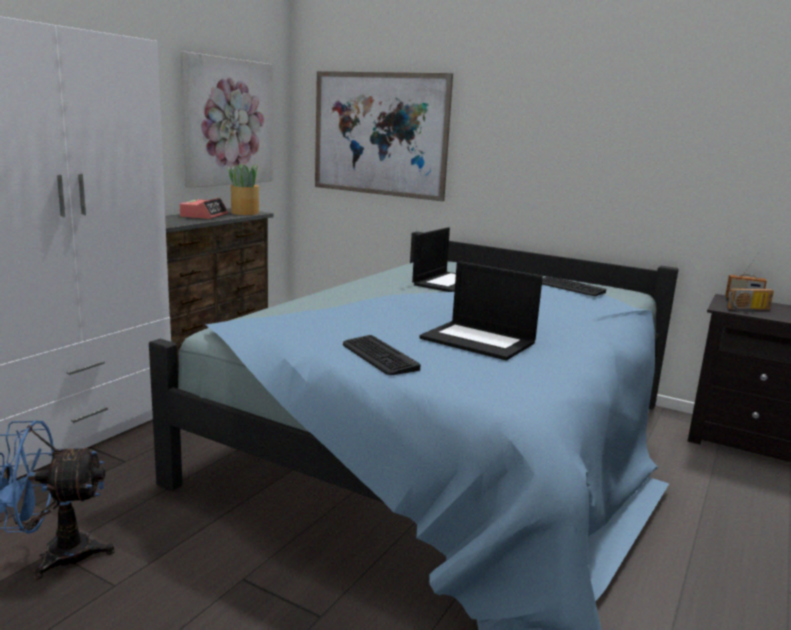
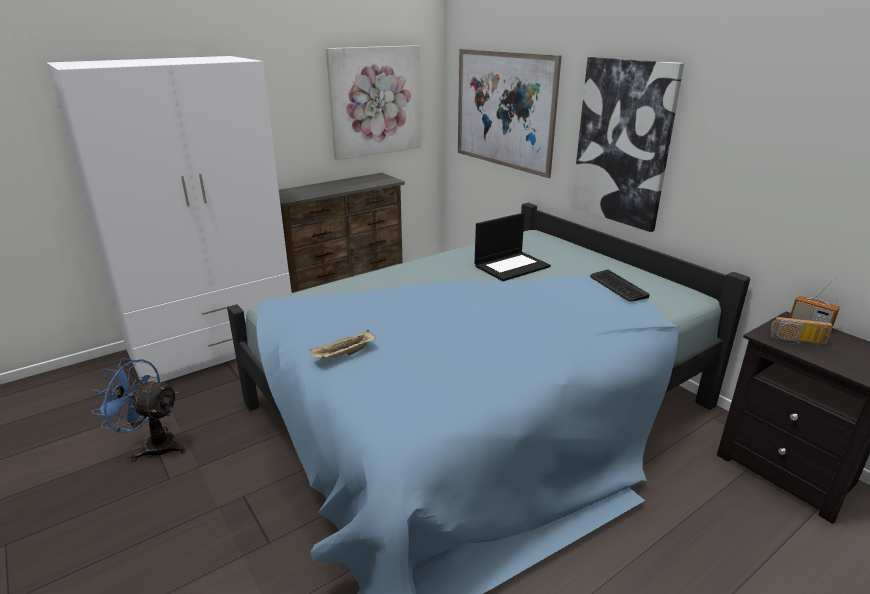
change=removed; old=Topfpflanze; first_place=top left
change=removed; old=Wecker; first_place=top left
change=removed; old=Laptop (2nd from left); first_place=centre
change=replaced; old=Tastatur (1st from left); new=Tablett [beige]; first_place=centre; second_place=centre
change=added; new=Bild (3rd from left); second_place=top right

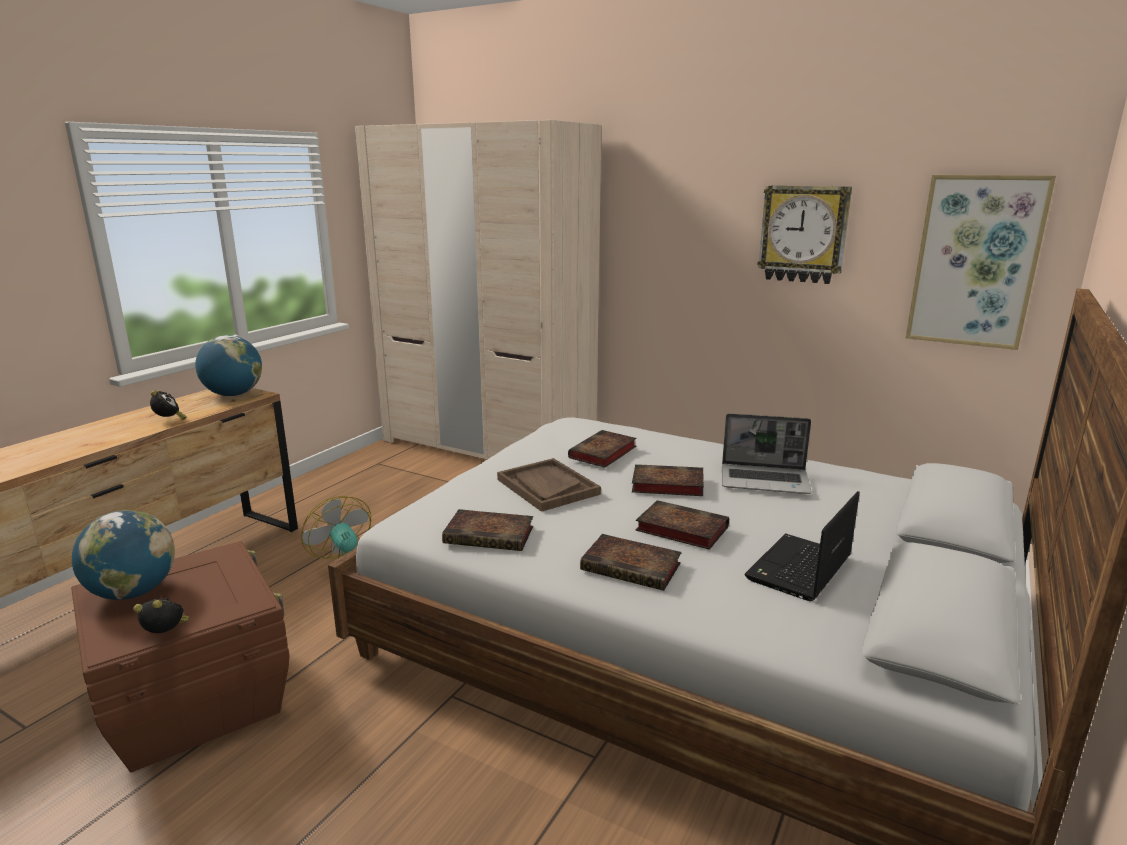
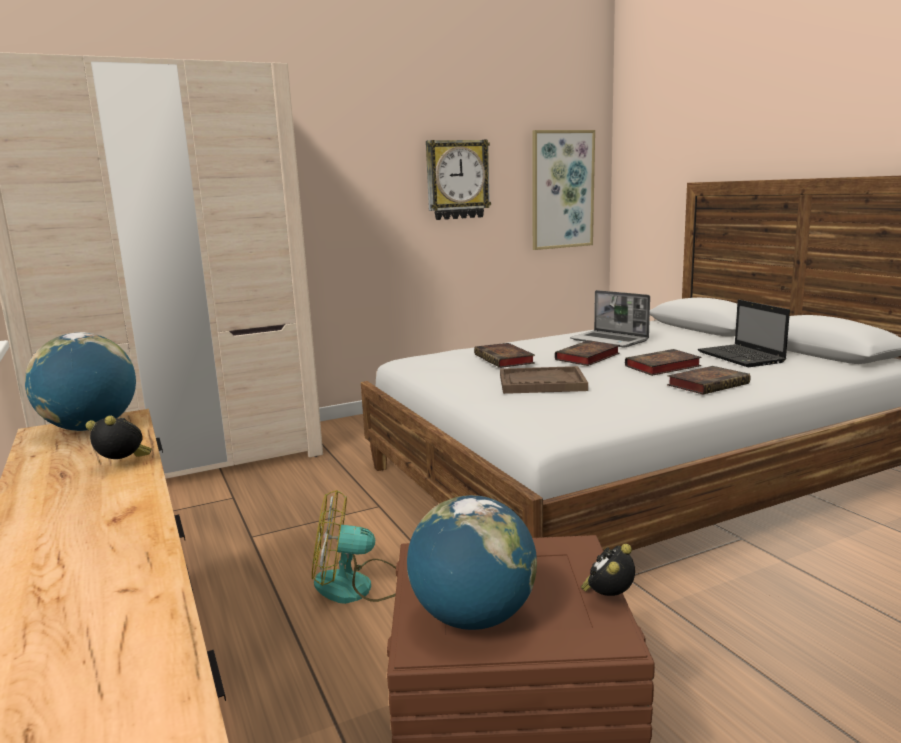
change=turned; old=Laptop (1st from left); first_place=middle right; second_place=middle right; degrees=90
change=removed; old=Buch (1st from left); first_place=centre

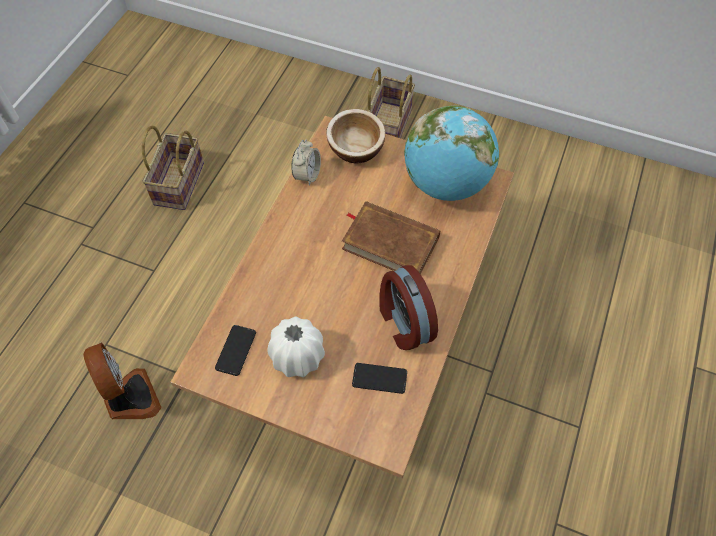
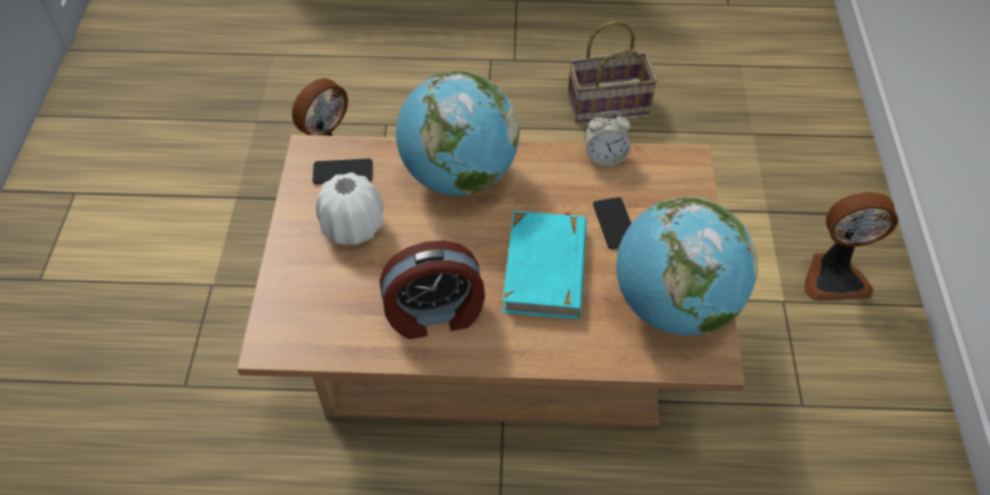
change=replaced; old=Korb (2nd from left); new=Ventilator (2nd from left); first_place=top centre; second_place=middle right
change=removed; old=Schüssel; first_place=top centre
change=recoloured; old=Buch [braun]; new=Buch [türkis]; first_place=centre; second_place=centre
change=turned; old=Wecker (2nd from left in the first image); first_place=centre; second_place=centre; degrees=-150
change=moved; old=Handy (2nd from left); first_place=bottom centre; second_place=centre
change=added; new=Globus (1st from left); second_place=top centre

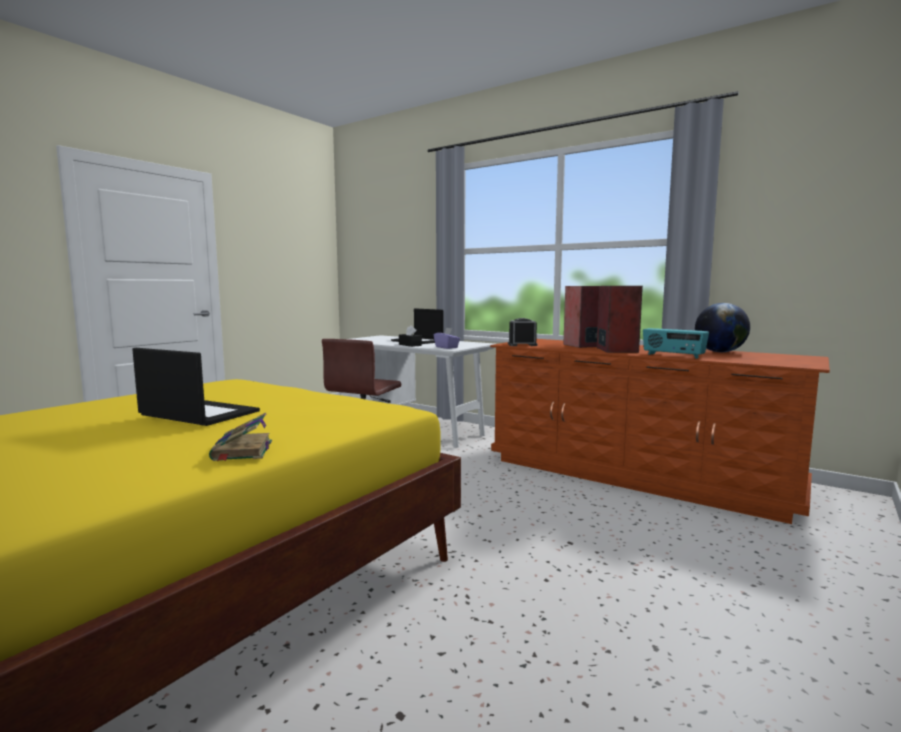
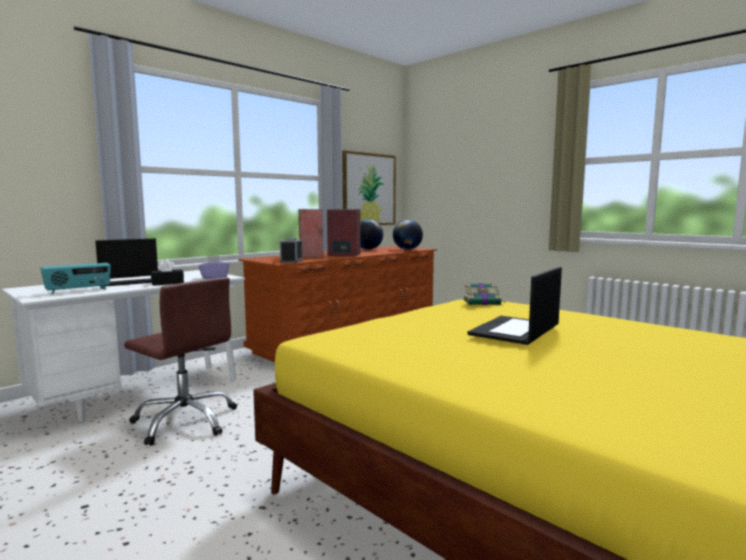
change=moved; old=Radio; first_place=middle right; second_place=middle left
change=moved; old=Buch; first_place=middle left; second_place=centre
change=added; new=Bild; second_place=centre
change=added; new=Globus (2nd from left); second_place=centre

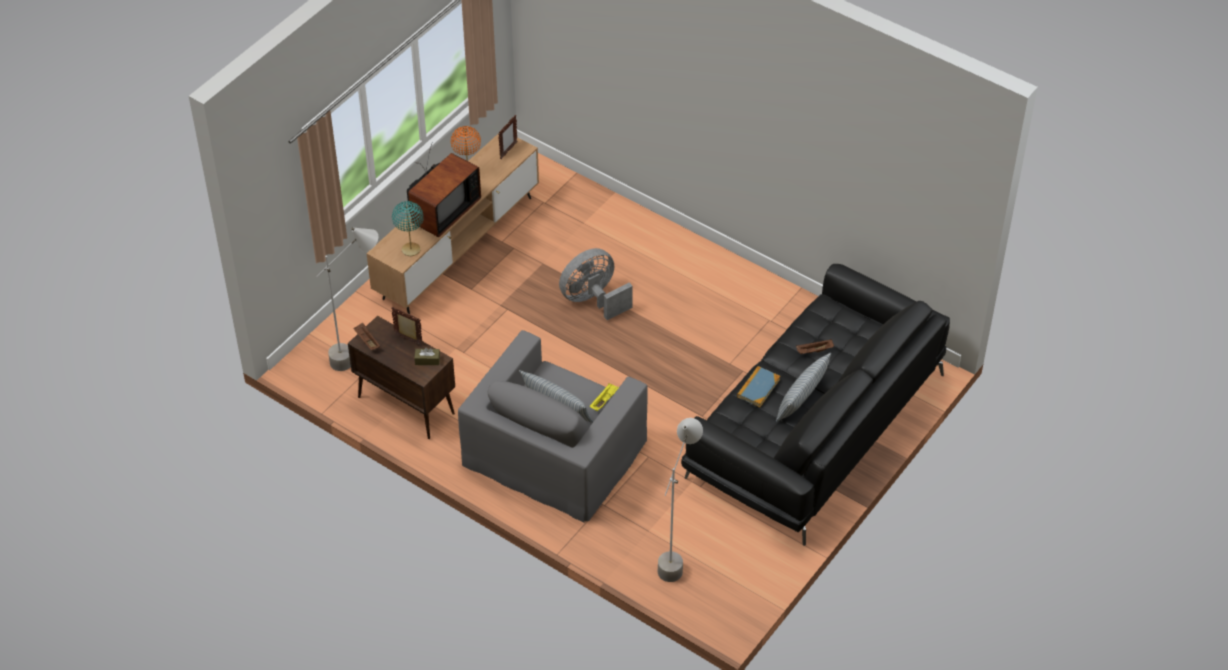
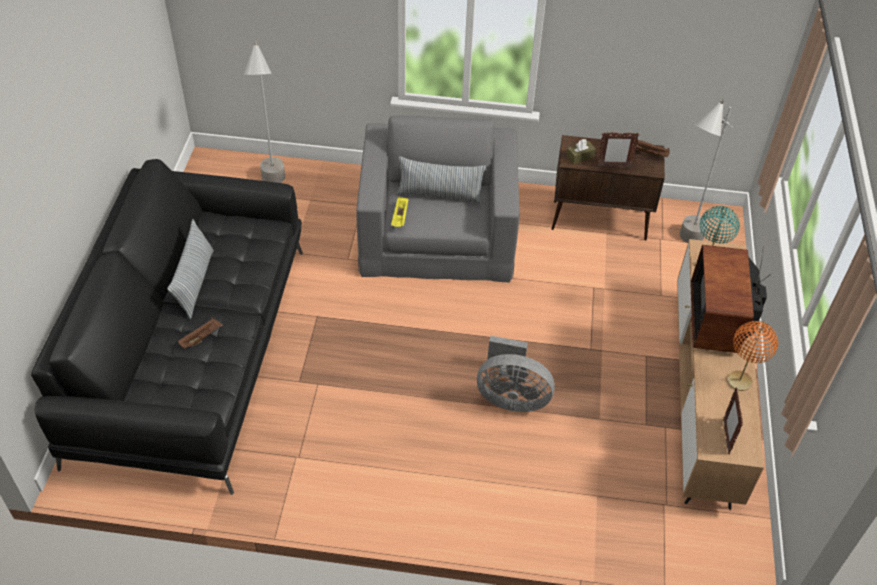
change=turned; old=Ventilator [grau]; first_place=centre; second_place=centre; degrees=75
change=removed; old=Buch; first_place=centre

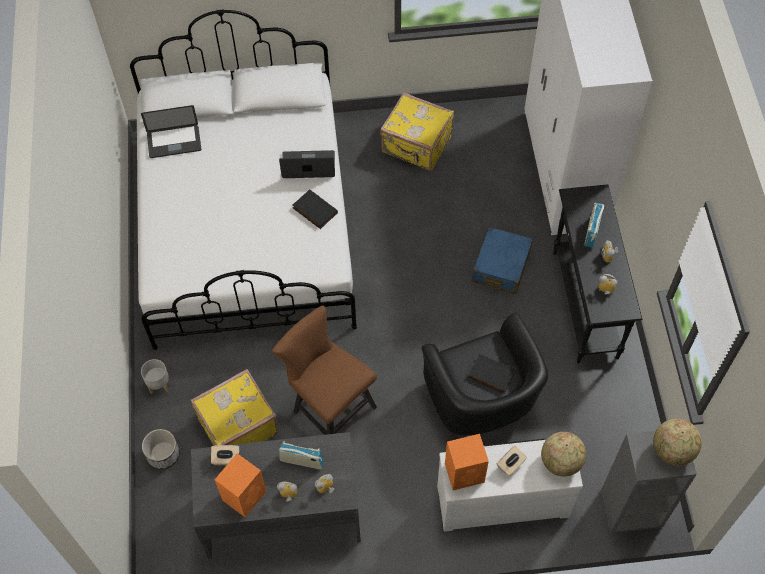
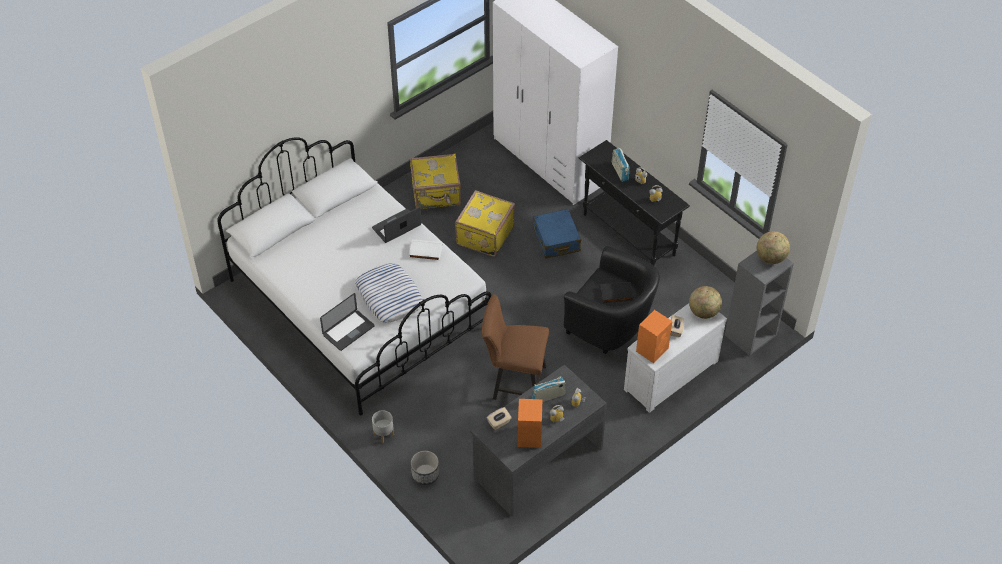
change=moved; old=Laptop (1st from left); first_place=top left; second_place=centre
change=recoloured; old=Buch [schwarz] (1st from left); new=Buch [weiß]; first_place=centre; second_place=centre
change=moved; old=Koffer [gelb] (1st from left in the first image); new=Koffer [gelb] (2nd from left); first_place=bottom left; second_place=centre
change=added; new=Kissen; second_place=centre

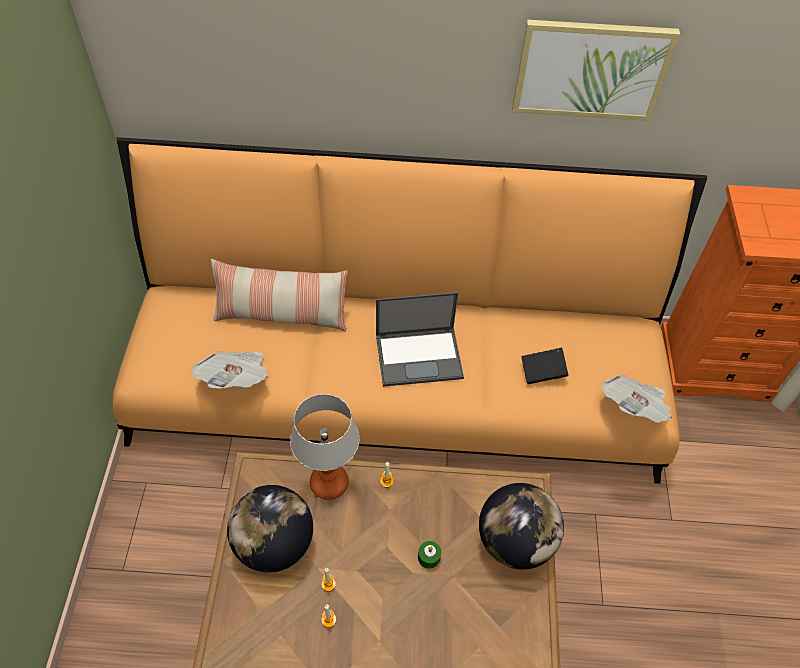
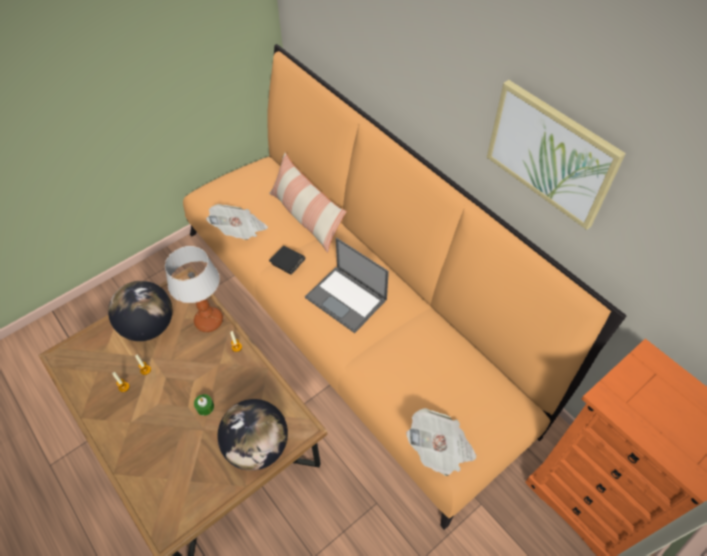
change=moved; old=Buch [schwarz]; first_place=middle right; second_place=centre

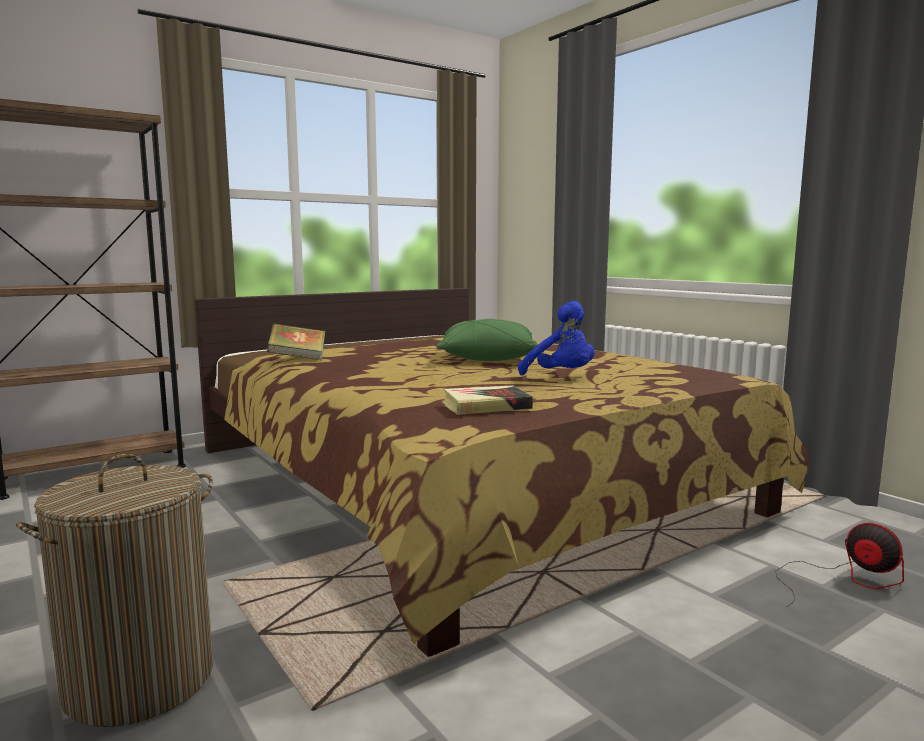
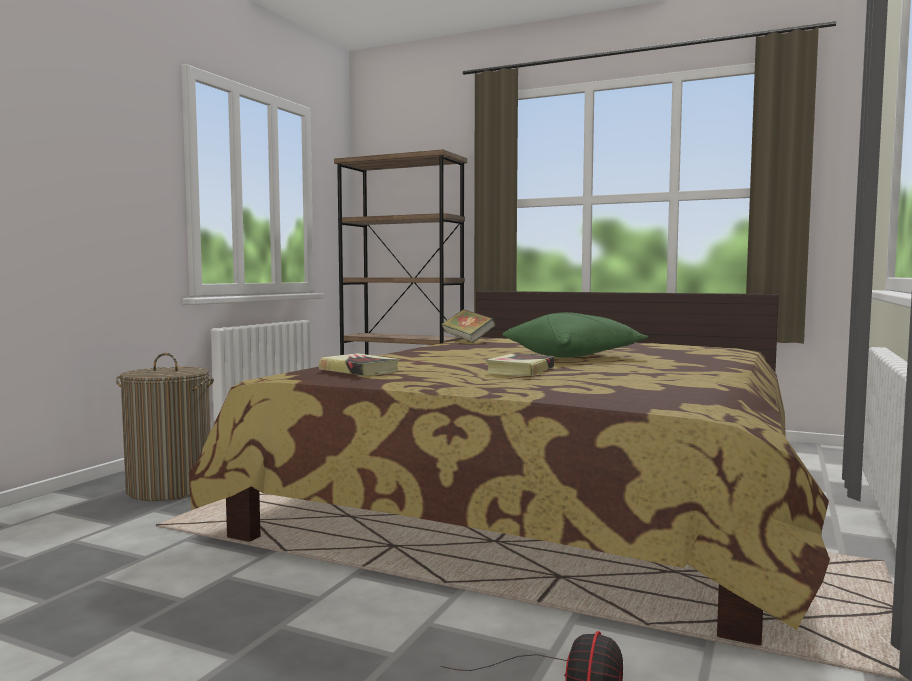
change=replaced; old=Plüschtier [blau]; new=Buch (3rd from left); first_place=centre; second_place=centre

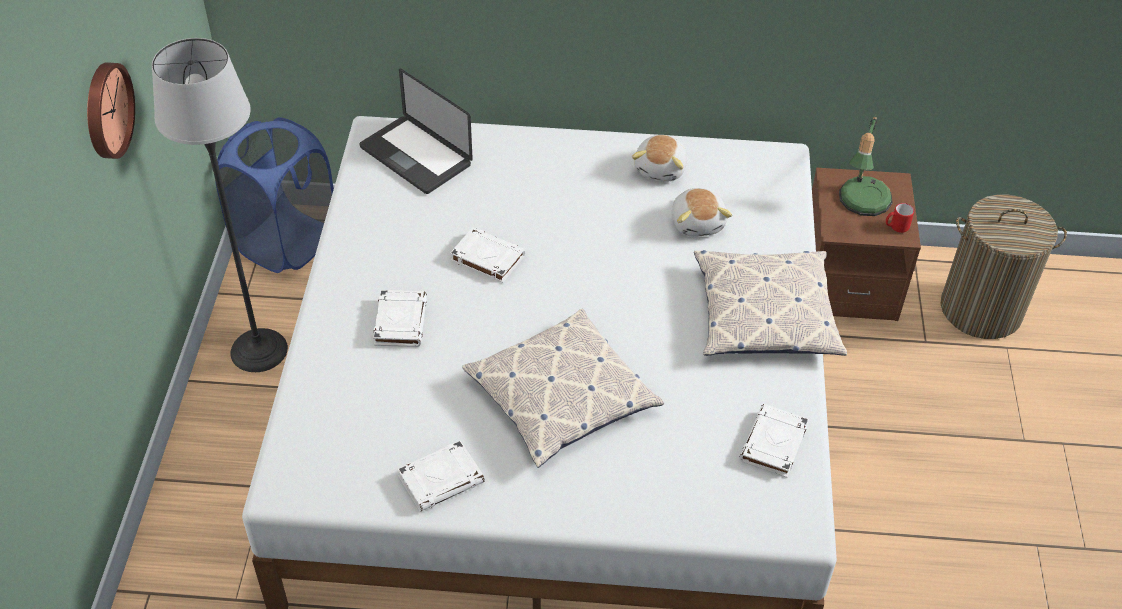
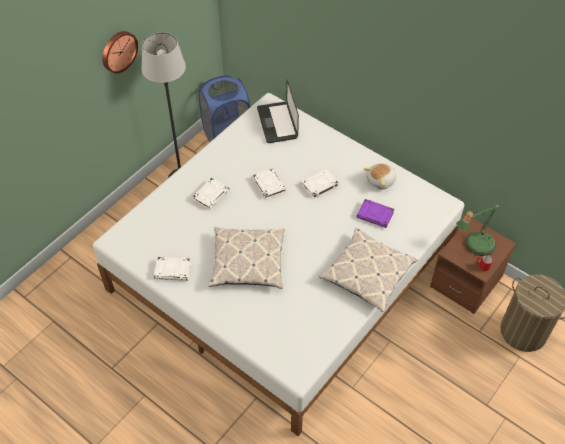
change=replaced; old=Plüschtier (2nd from left); new=Buch [lila]; first_place=centre; second_place=centre
change=moved; old=Buch [weiß] (4th from left); first_place=bottom right; second_place=centre

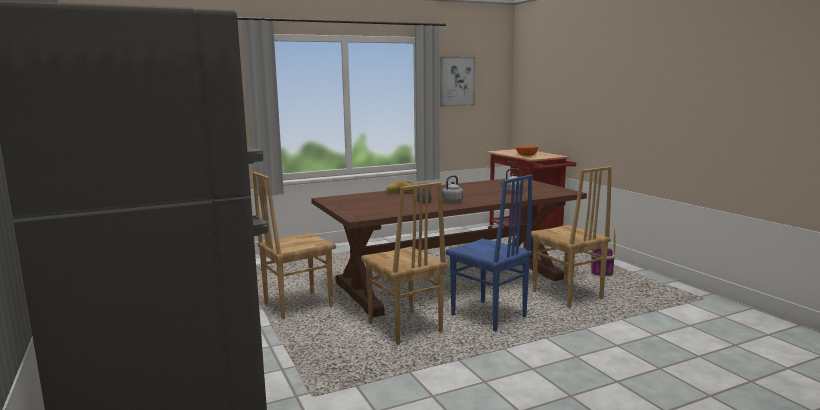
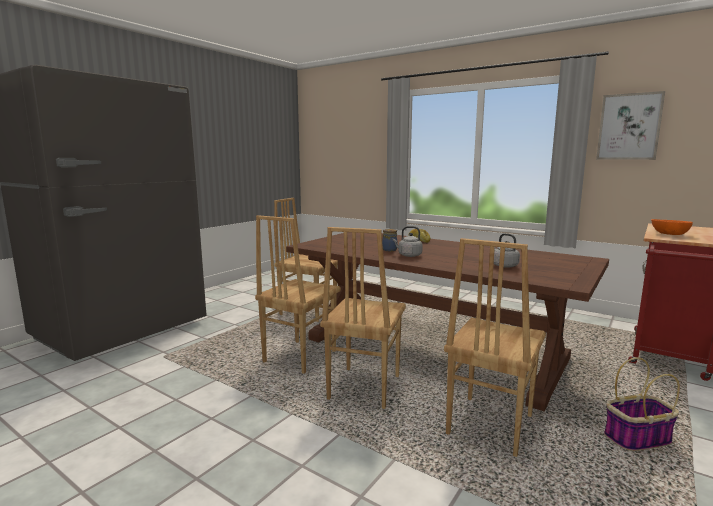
change=recoloured; old=Stuhl [blau]; new=Stuhl [braun] (3rd from left); first_place=centre; second_place=centre

